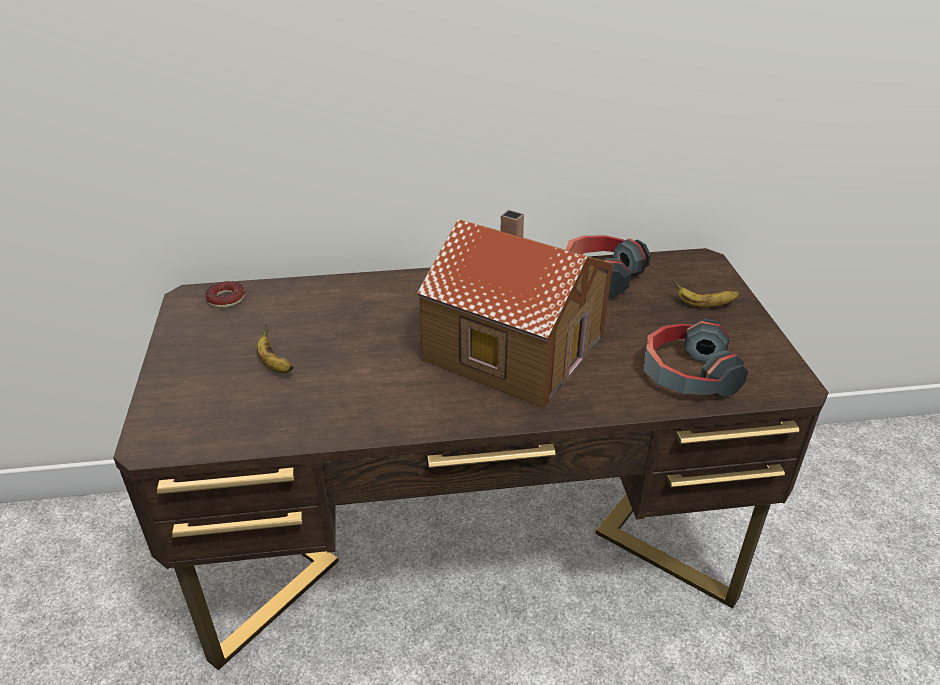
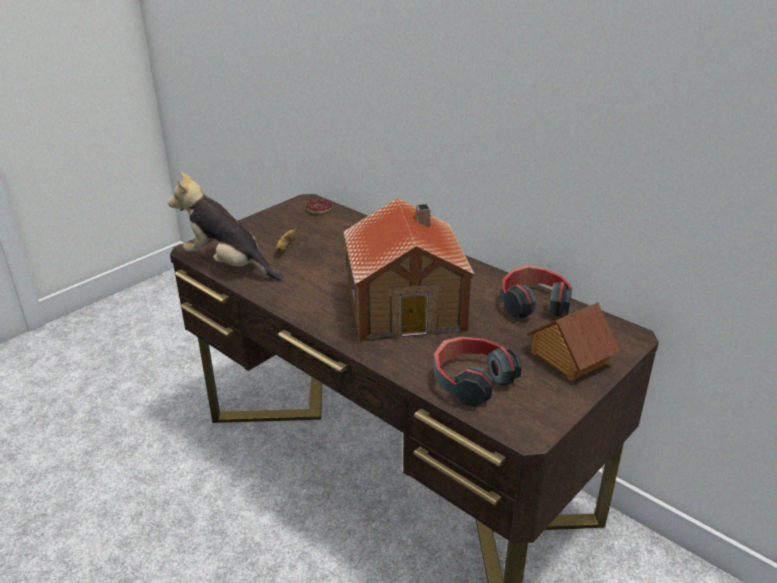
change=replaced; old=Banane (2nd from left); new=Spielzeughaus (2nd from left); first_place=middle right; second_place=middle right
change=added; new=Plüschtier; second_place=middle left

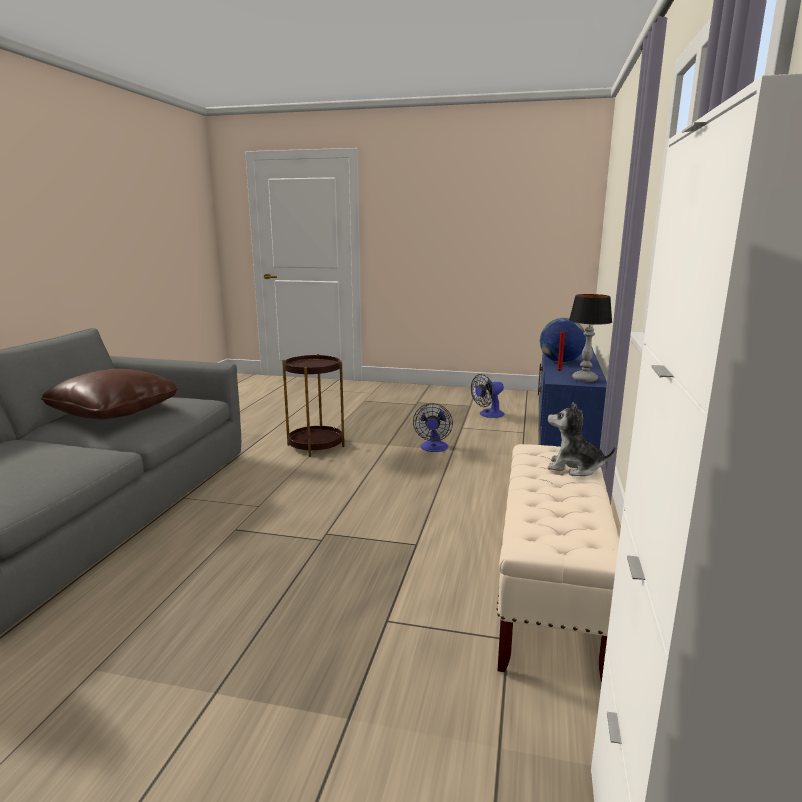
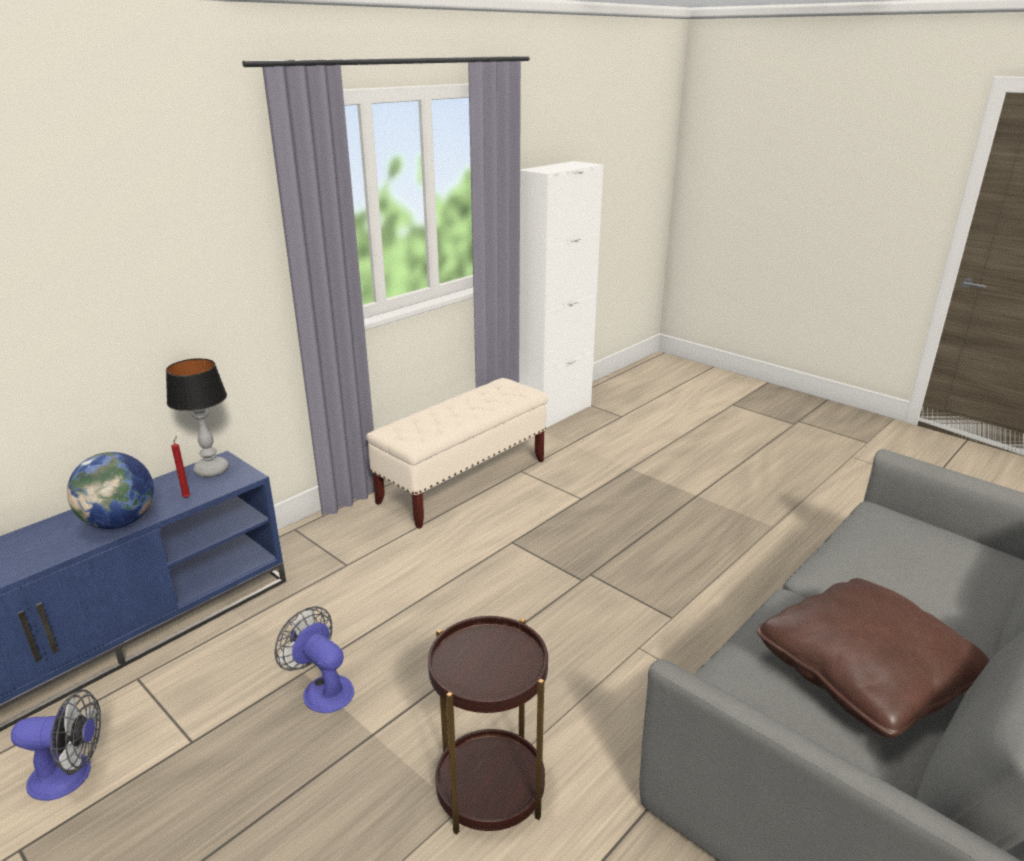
change=removed; old=Plüschtier; first_place=middle right
change=turned; old=Ventilator (1st from left in the first image); first_place=centre; second_place=bottom left; degrees=-90

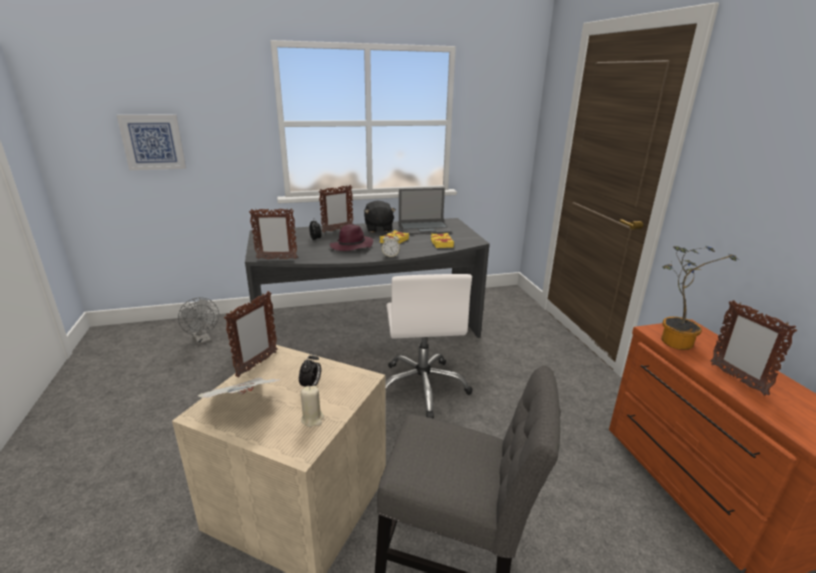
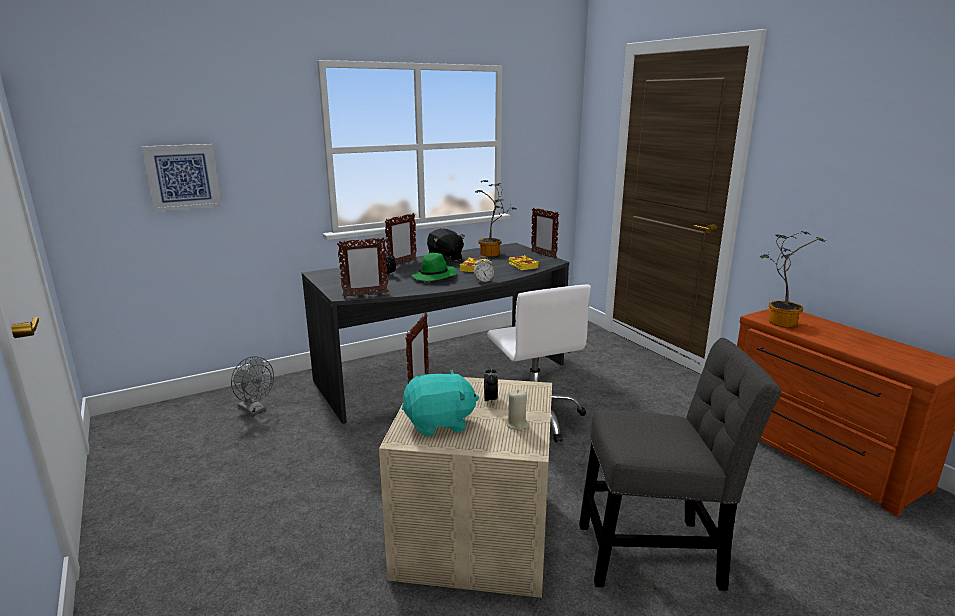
change=replaced; old=Laptop; new=Topfpflanze (1st from left); first_place=centre; second_place=centre
change=recoloured; old=Hut [lila]; new=Hut [grün]; first_place=centre; second_place=centre
change=moved; old=Bilderrahmen (4th from left); first_place=middle right; second_place=centre
change=replaced; old=Zeitung; new=Plüschtier [türkis]; first_place=bottom left; second_place=centre

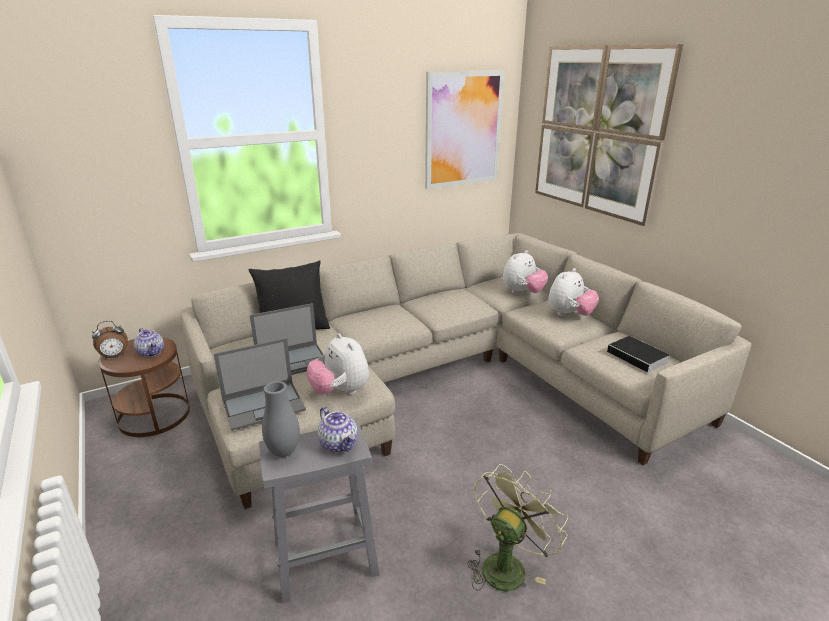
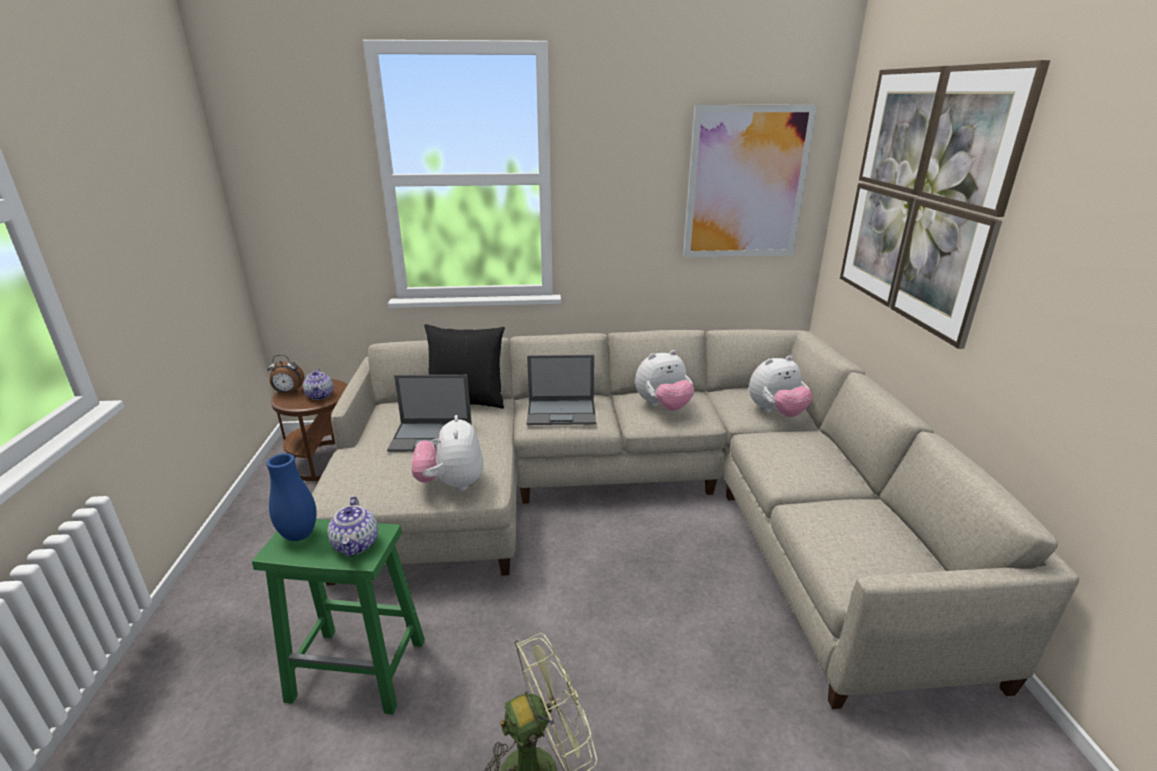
change=moved; old=Plüschtier (3rd from left in the first image); new=Plüschtier (2nd from left); first_place=middle right; second_place=centre
change=removed; old=Buch; first_place=middle right
change=moved; old=Laptop (1st from left in the first image); new=Laptop (2nd from left); first_place=middle left; second_place=centre
change=recoloured; old=Vase [grau]; new=Vase [blau]; first_place=bottom centre; second_place=middle left
change=recoloured; old=Hocker [grau]; new=Hocker [grün]; first_place=bottom centre; second_place=bottom left

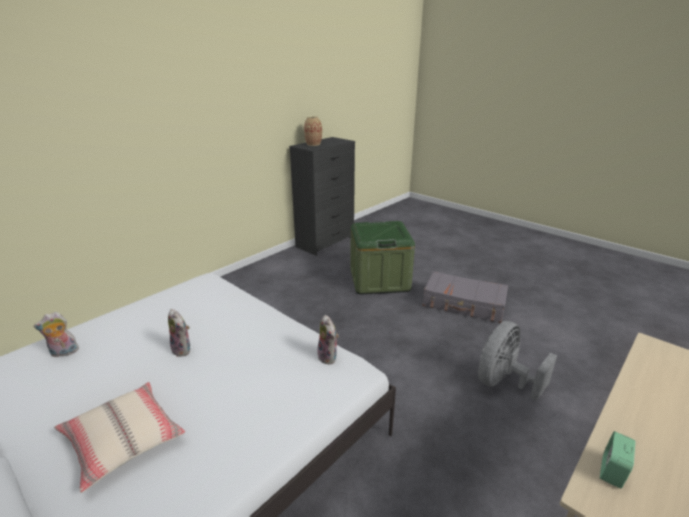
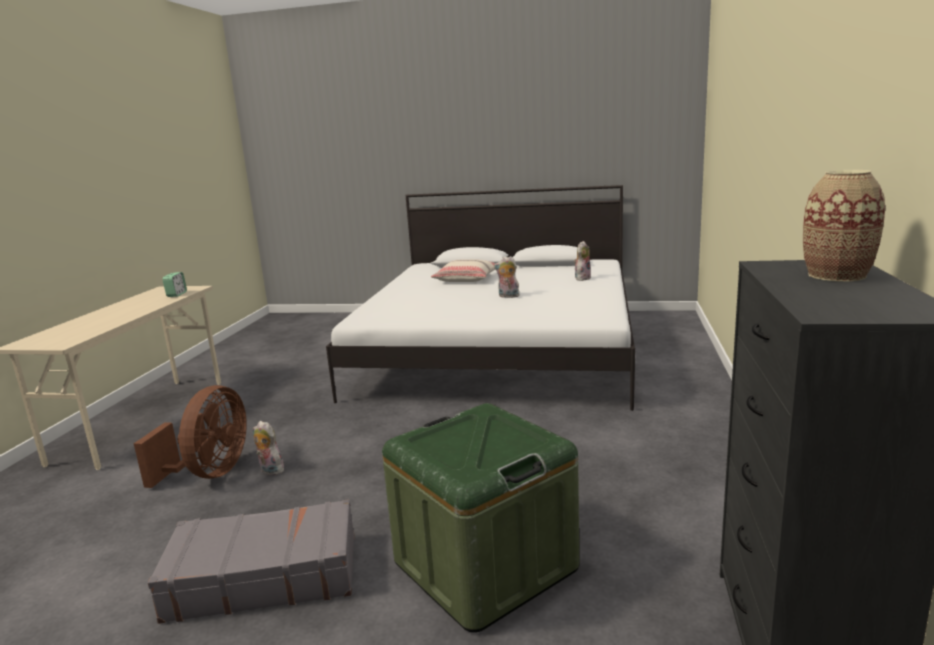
change=moved; old=Plüschtier (3rd from left in the first image); new=Plüschtier (1st from left); first_place=centre; second_place=bottom left
change=recoloured; old=Ventilator [grau]; new=Ventilator [braun]; first_place=bottom right; second_place=bottom left

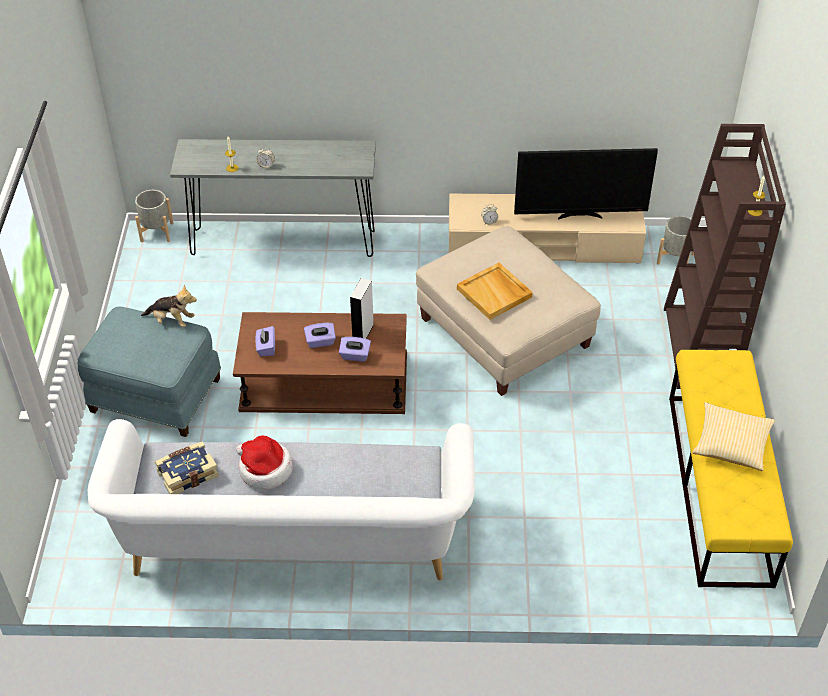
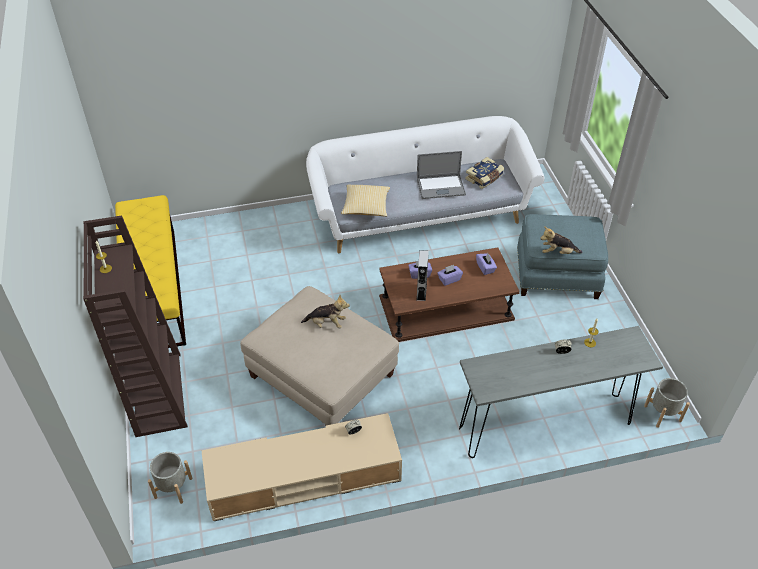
change=removed; old=Fernseher; first_place=top right
change=replaced; old=Tablett [beige]; new=Plüschtier (1st from left); first_place=centre; second_place=centre
change=moved; old=Kissen; first_place=middle right; second_place=centre
change=replaced; old=Hut; new=Laptop; first_place=middle left; second_place=top centre

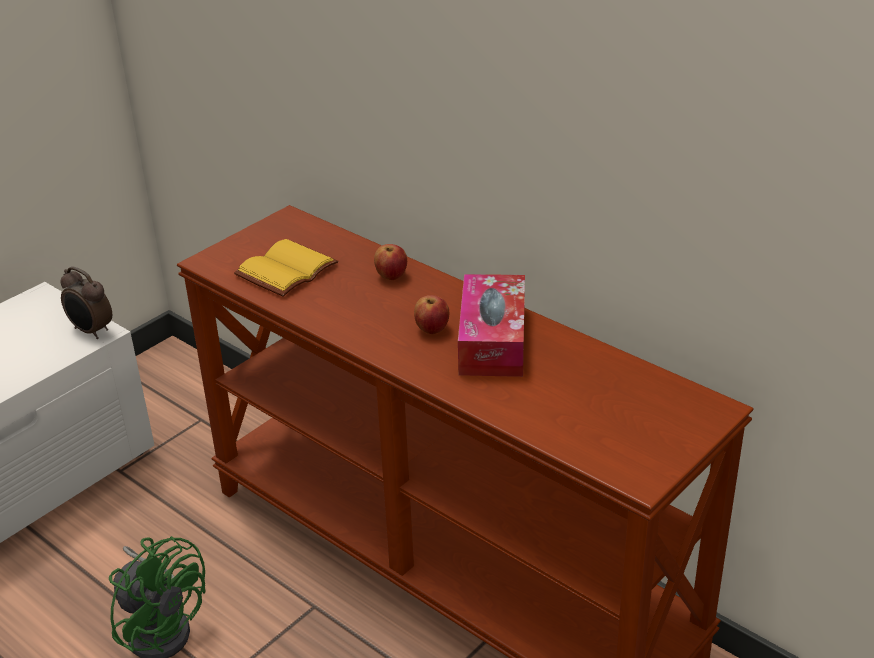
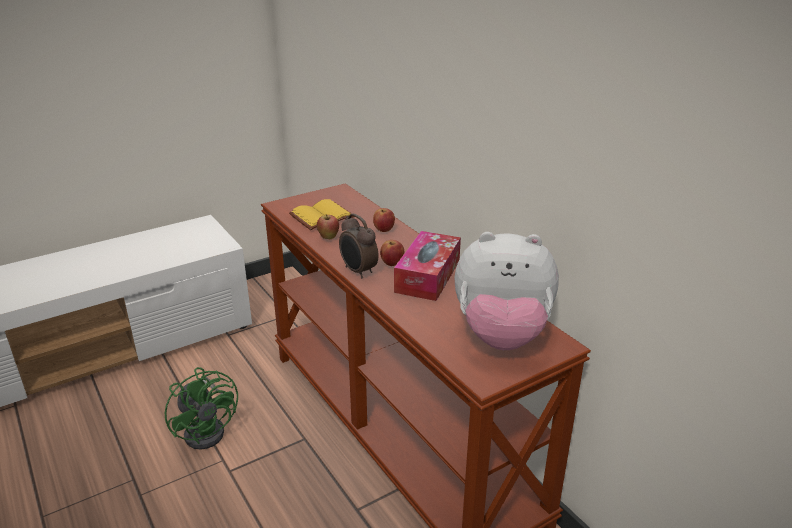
change=moved; old=Wecker; first_place=middle left; second_place=centre
change=added; new=Apfel (1st from left); second_place=centre
change=added; new=Plüschtier; second_place=centre

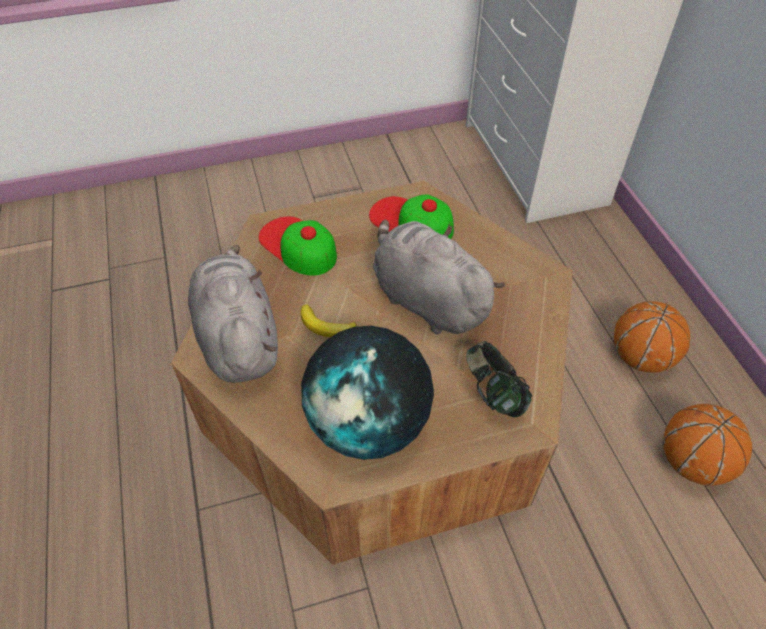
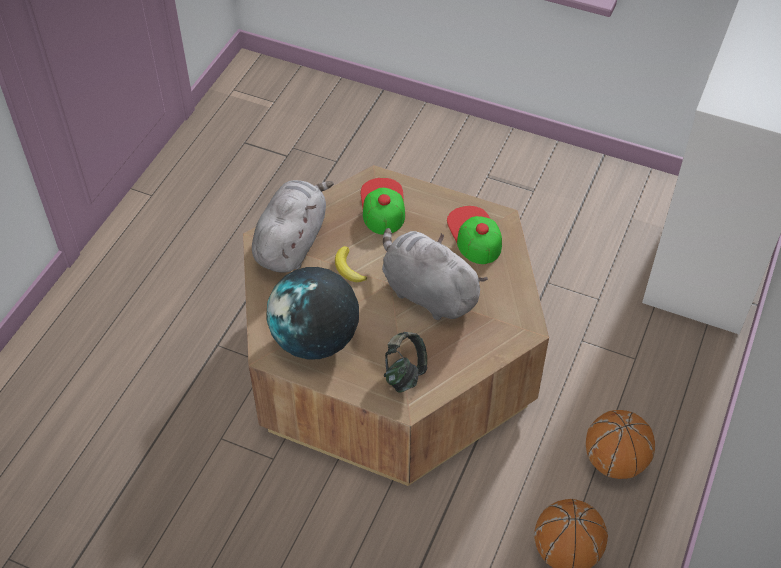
change=turned; old=Plüschtier [grau] (2nd from left); first_place=centre; second_place=centre; degrees=-45

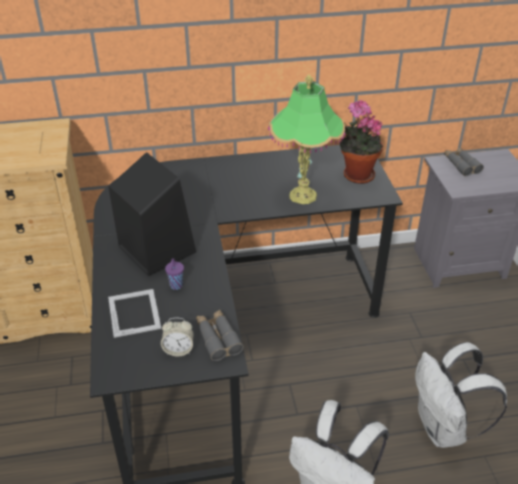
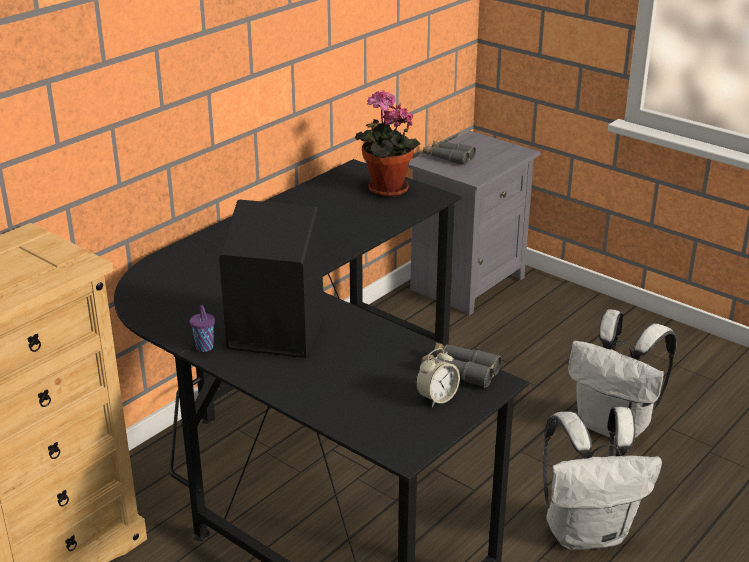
change=removed; old=Tischlampe; first_place=top centre
change=moved; old=Tasse [lila]; first_place=centre; second_place=middle left
change=removed; old=Bilderrahmen; first_place=middle left

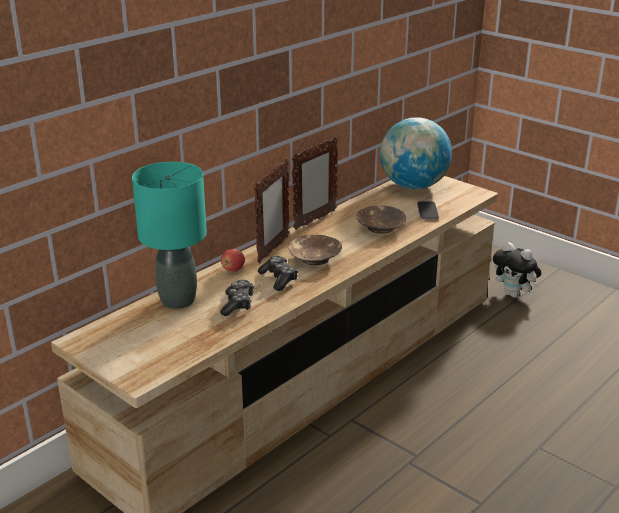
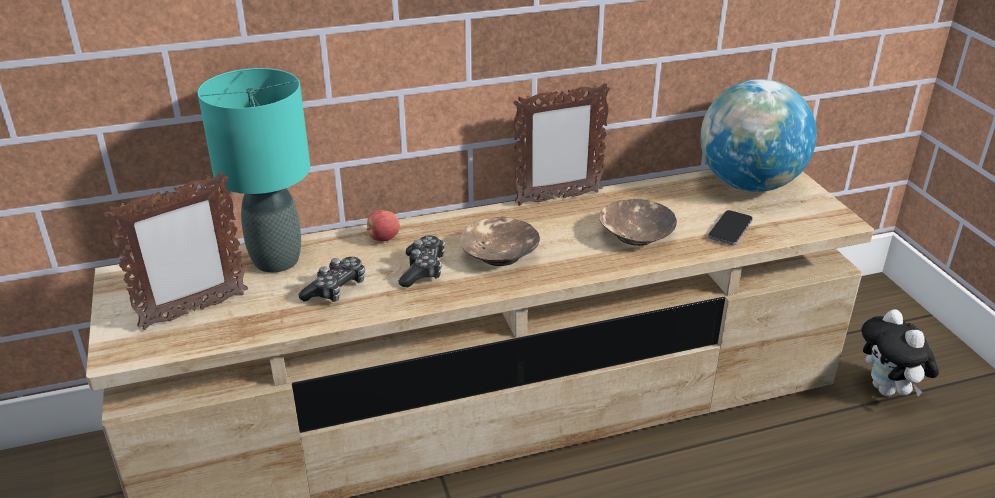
change=moved; old=Bilderrahmen (1st from left); first_place=centre; second_place=middle left

